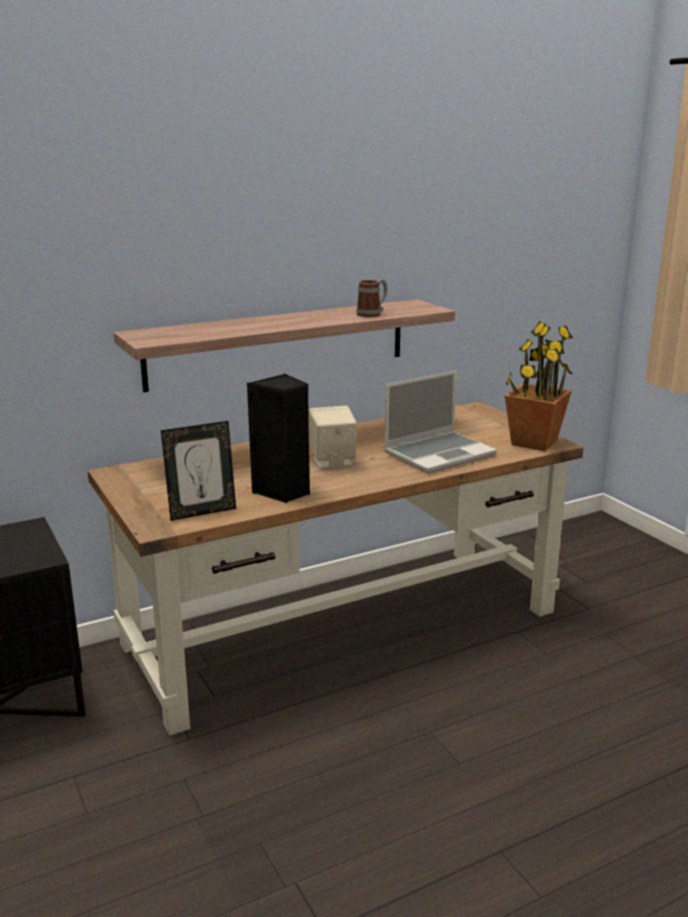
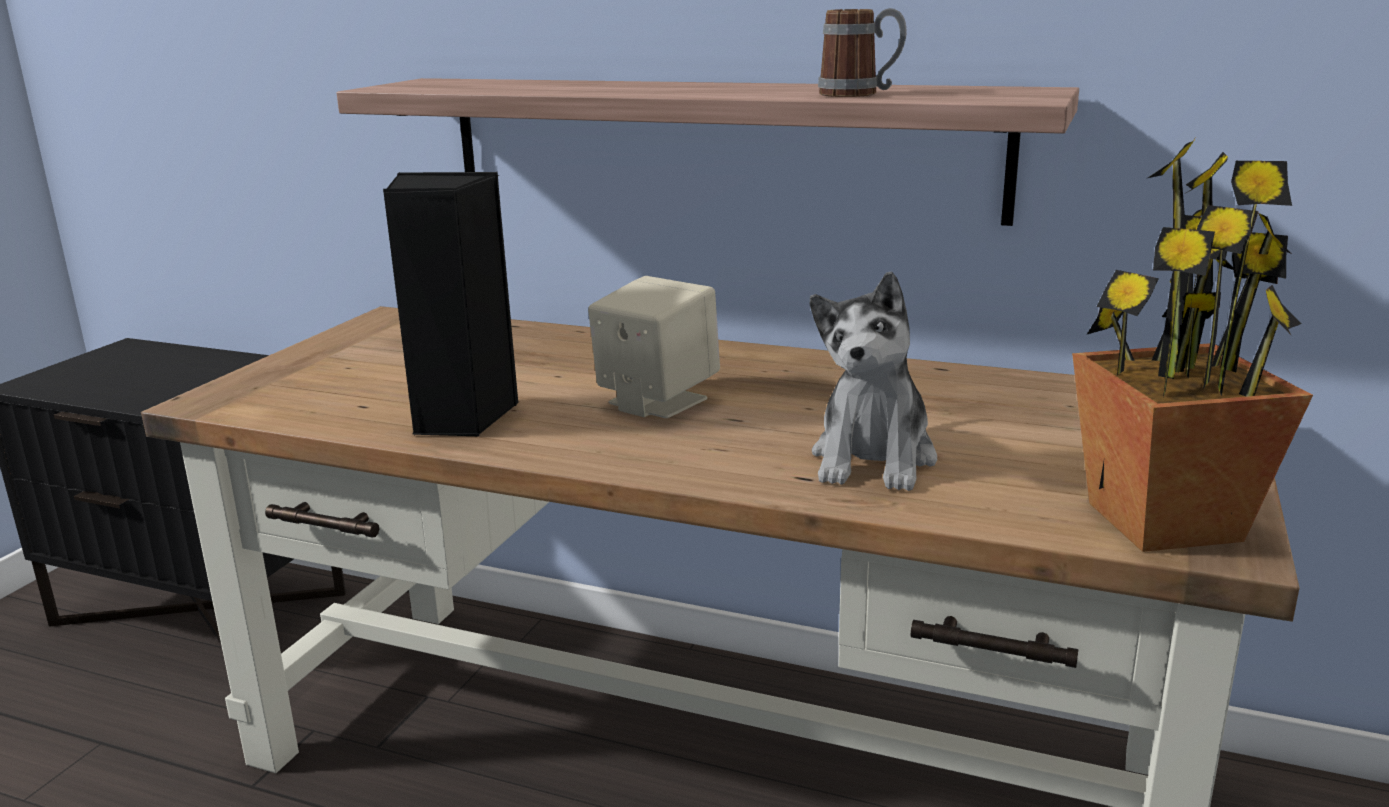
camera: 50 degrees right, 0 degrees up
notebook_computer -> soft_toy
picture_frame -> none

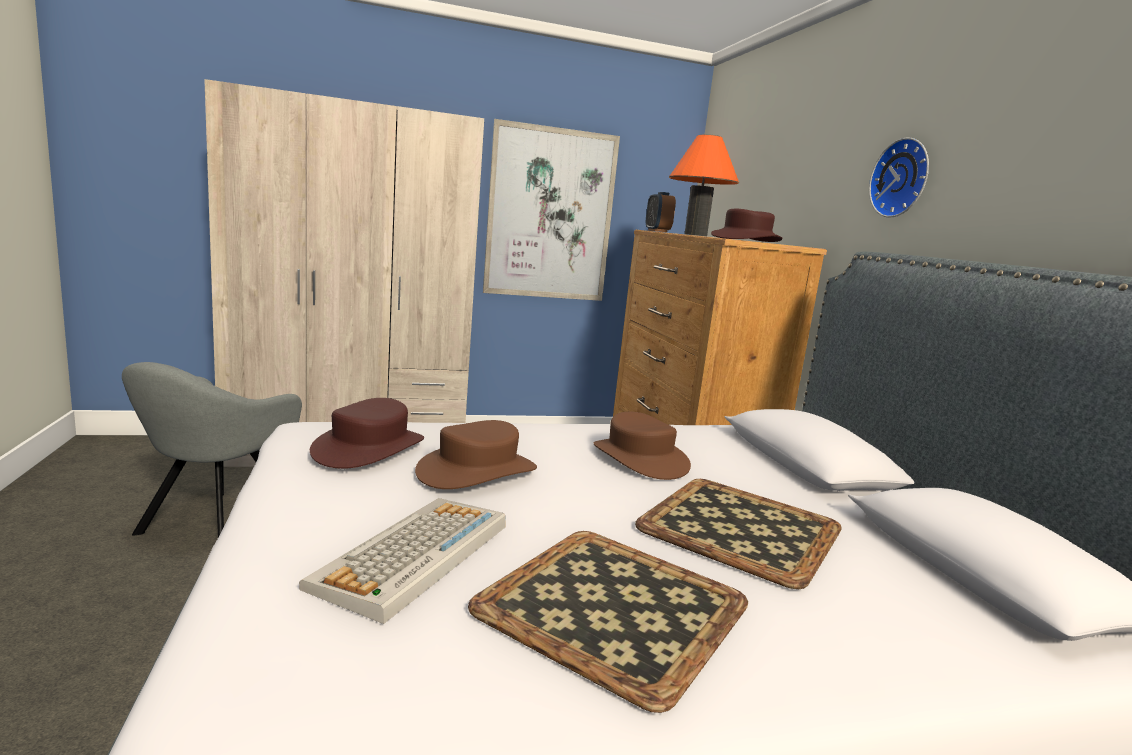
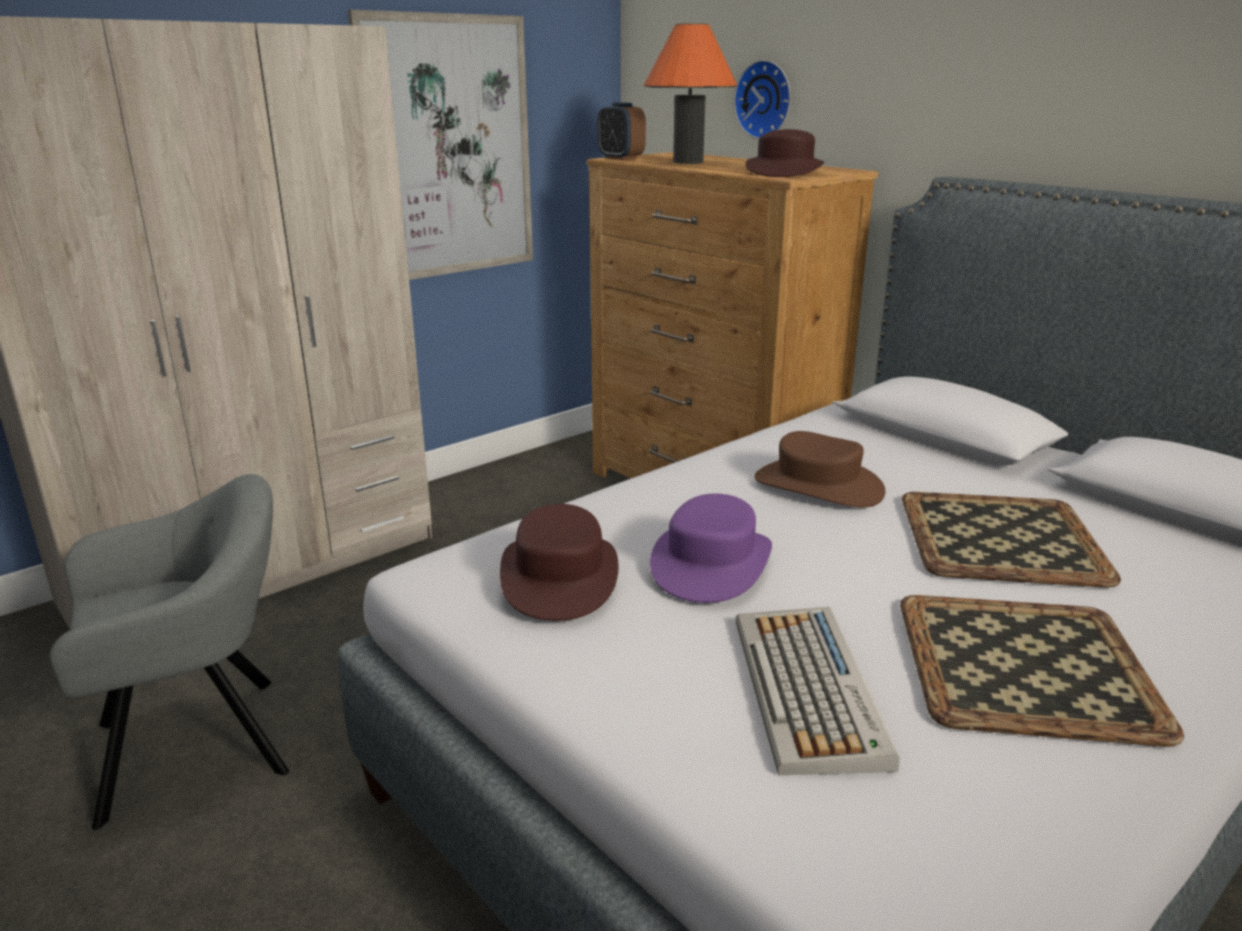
camera: 25 degrees left, 10 degrees up
gray_lounge_chair, 105 degrees counterclockwise
brown-coloured_wearable_hat (no. 2 from left) -> purple_wearable_hat
hanging_clock, shifted

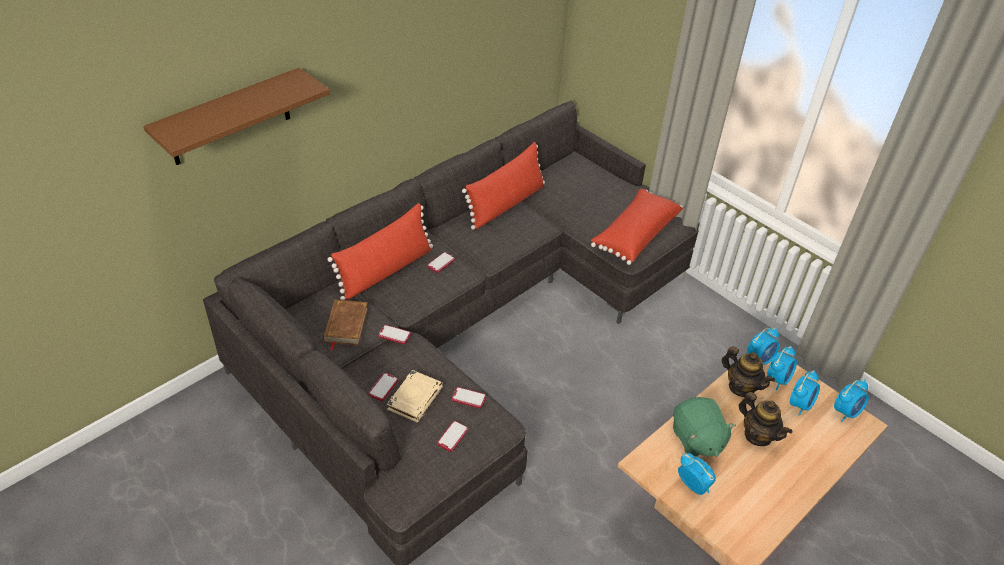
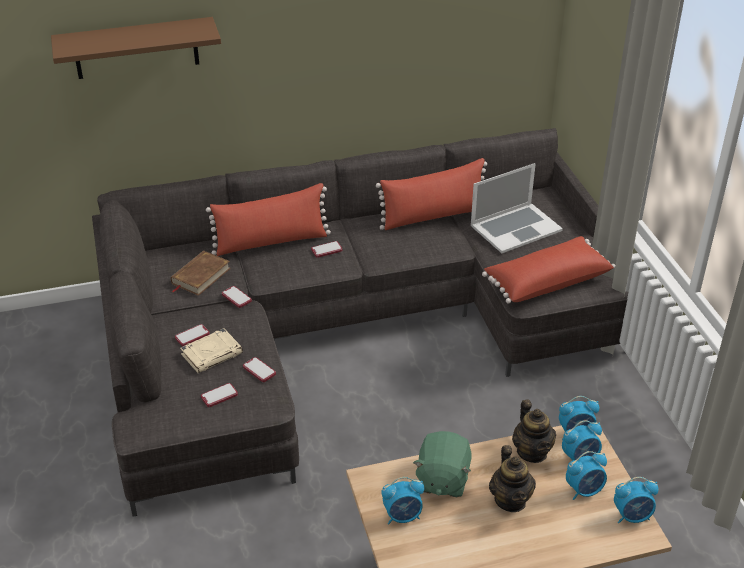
camera: 30 degrees right, 5 degrees down
bedside_clock (no. 1 from left), 90 degrees clockwise
none -> notebook_computer

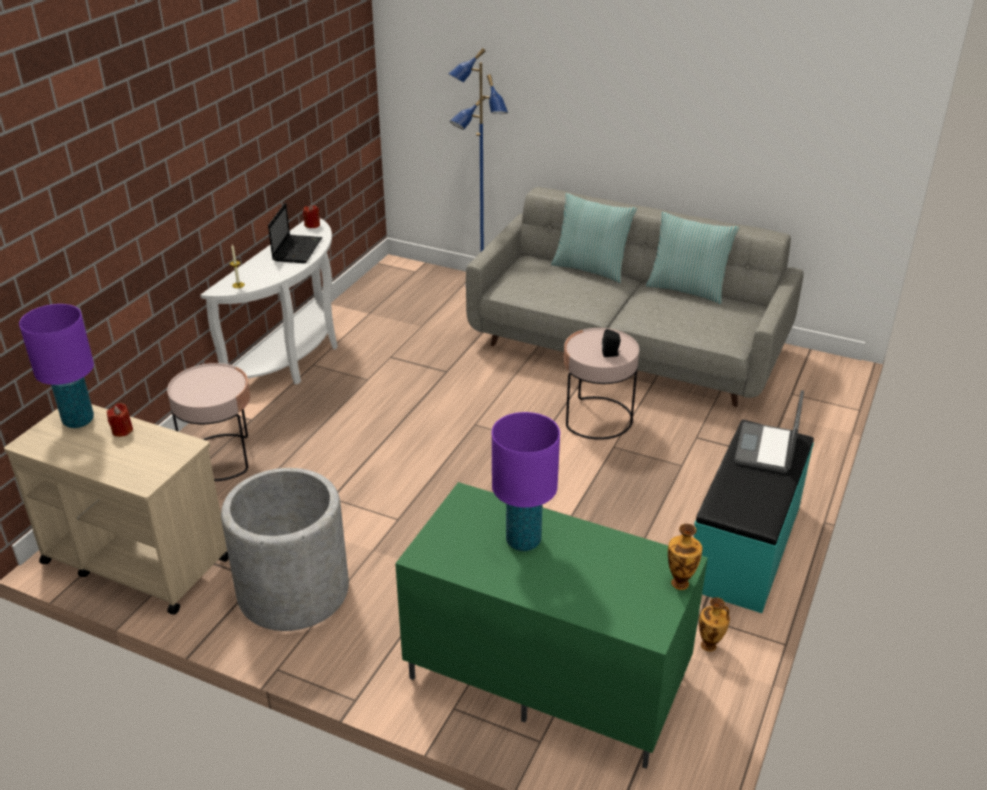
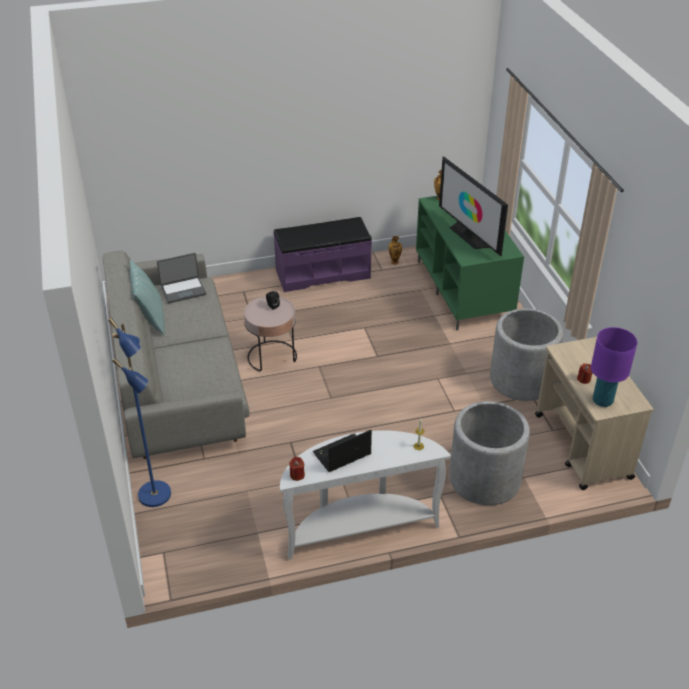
camera: 130 degrees left, 5 degrees up
notebook_computer (no. 2 from left in the first image) -> notebook_computer (no. 1 from left), shifted
turquoise-coloured_bench -> purple_bench
purple_tabletop_lamp (no. 2 from left) -> television
pink_accent_table (no. 1 from left) -> gray_planter (no. 1 from left)
cushion (no. 1 from left) -> none

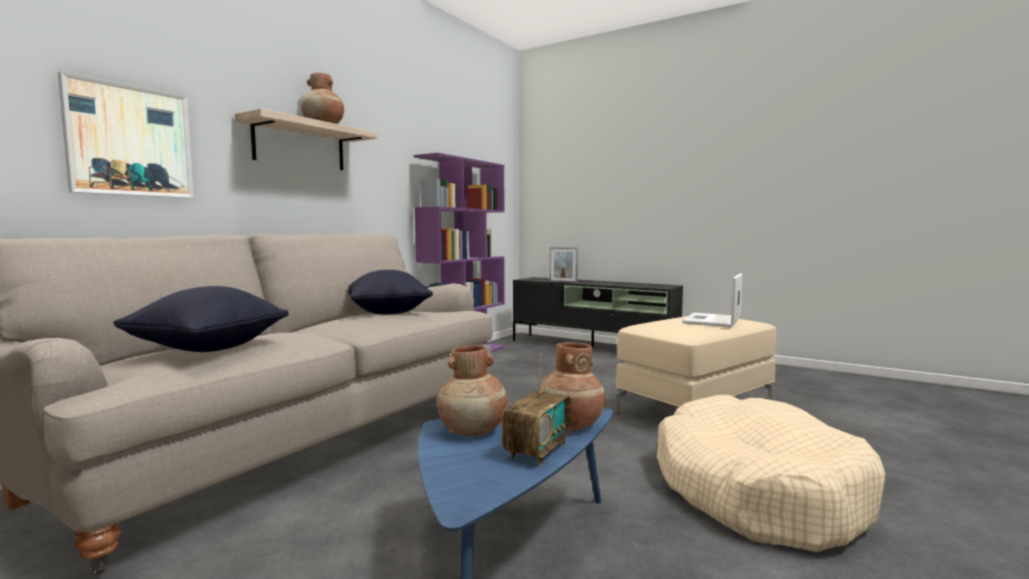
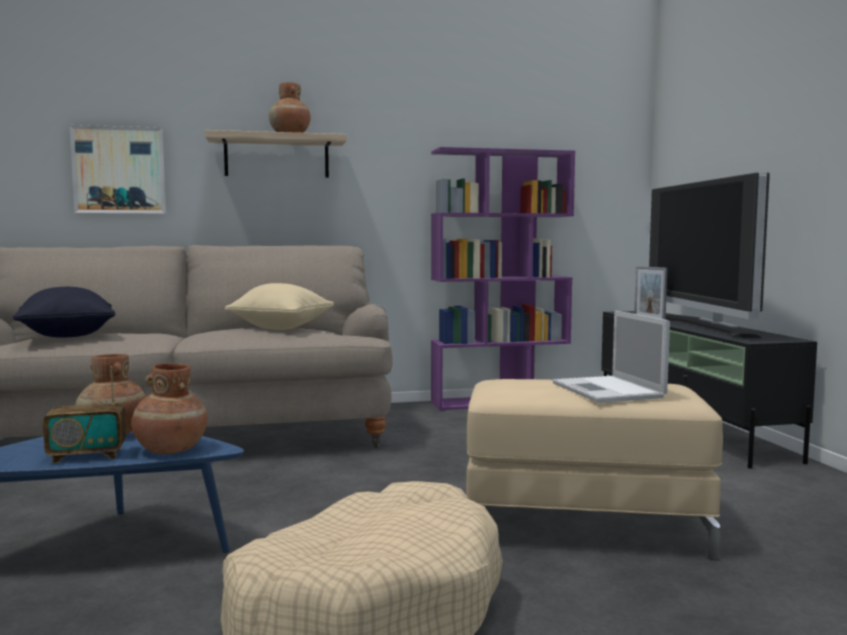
camera: 45 degrees right, 0 degrees up
black-coloured_cushion (no. 2 from left) -> sand-coloured_cushion
notebook_computer, 90 degrees counterclockwise
none -> television

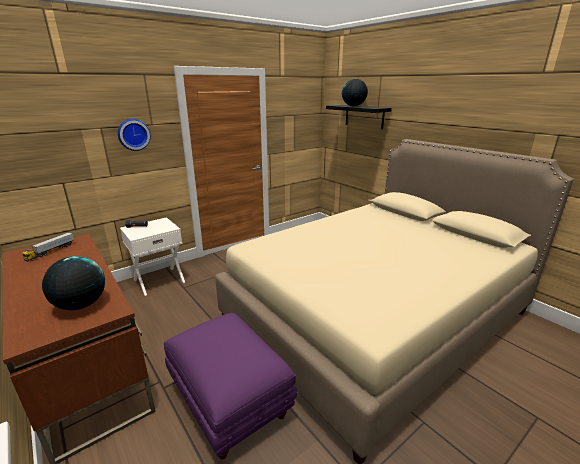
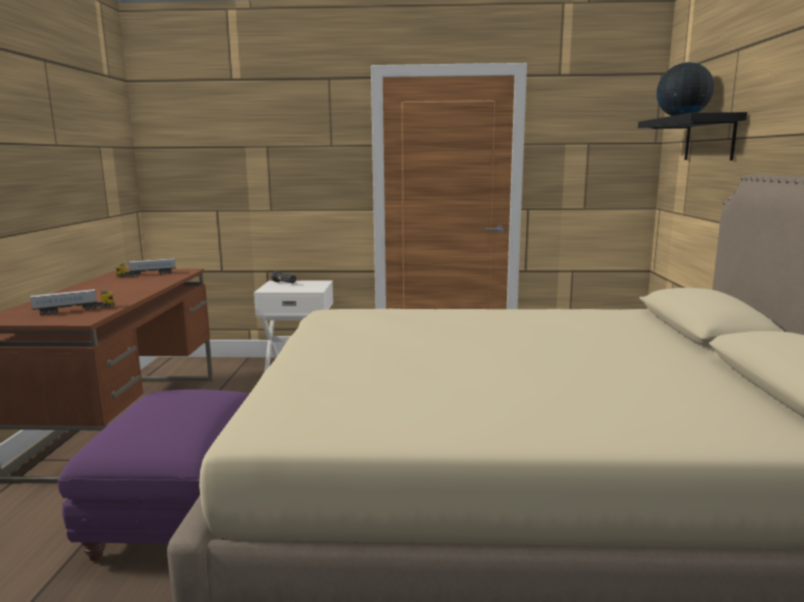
camera: 40 degrees right, 10 degrees down
world_globe (no. 1 from left) -> model_truck (no. 1 from left)
hanging_clock -> none

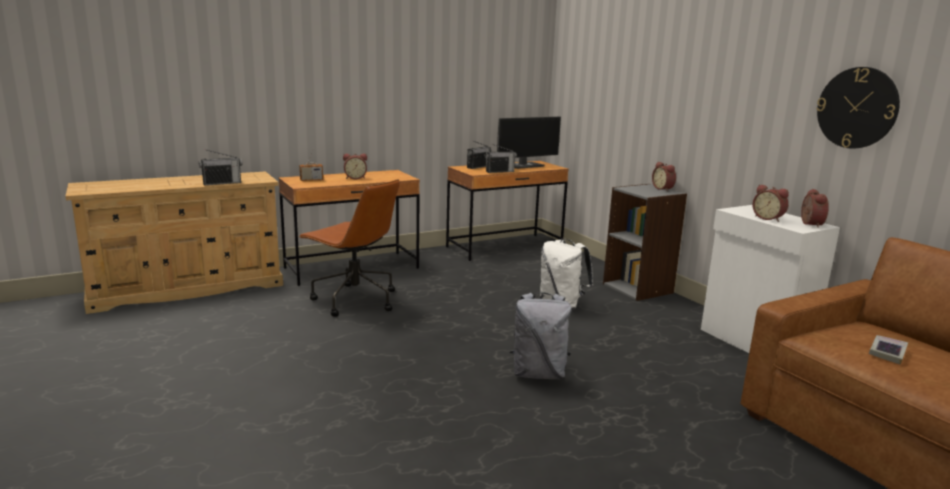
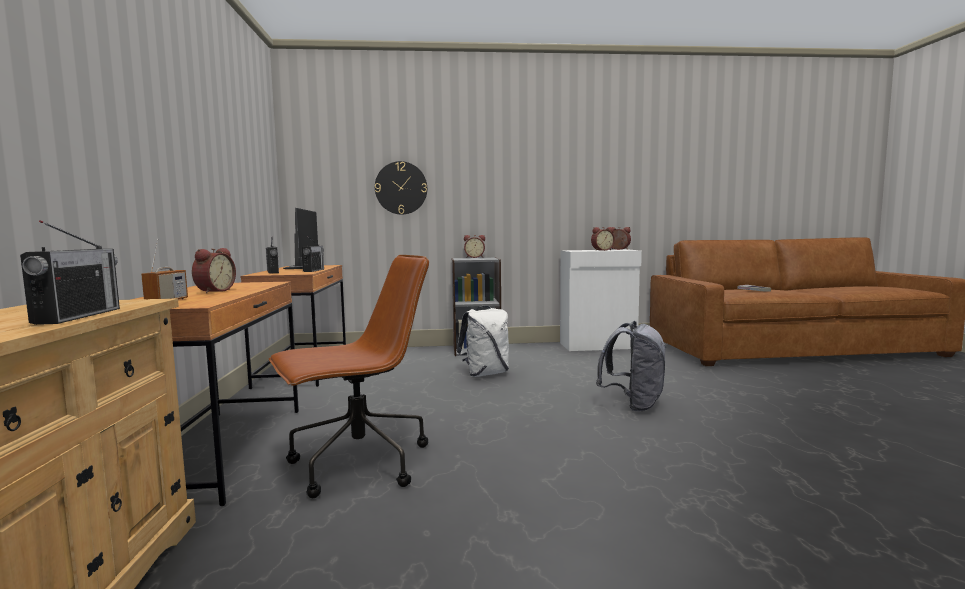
camera: 65 degrees left, 10 degrees down
hanging_clock, shifted

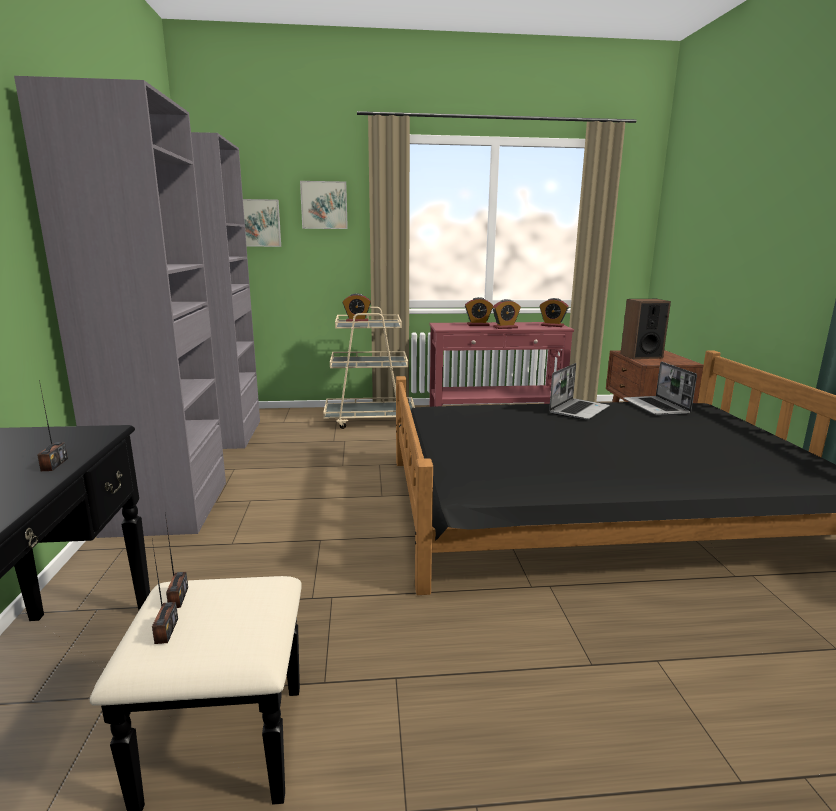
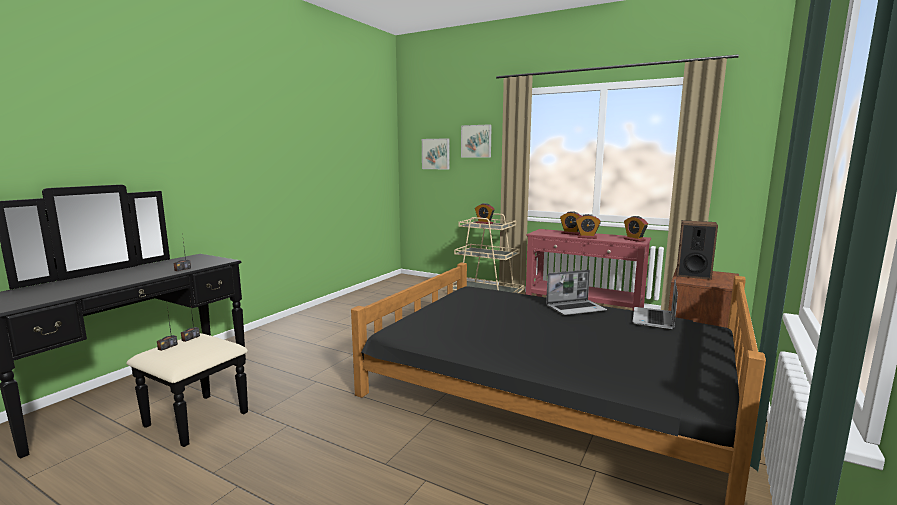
camera: 35 degrees right, 5 degrees down
gray_wardrobe -> none

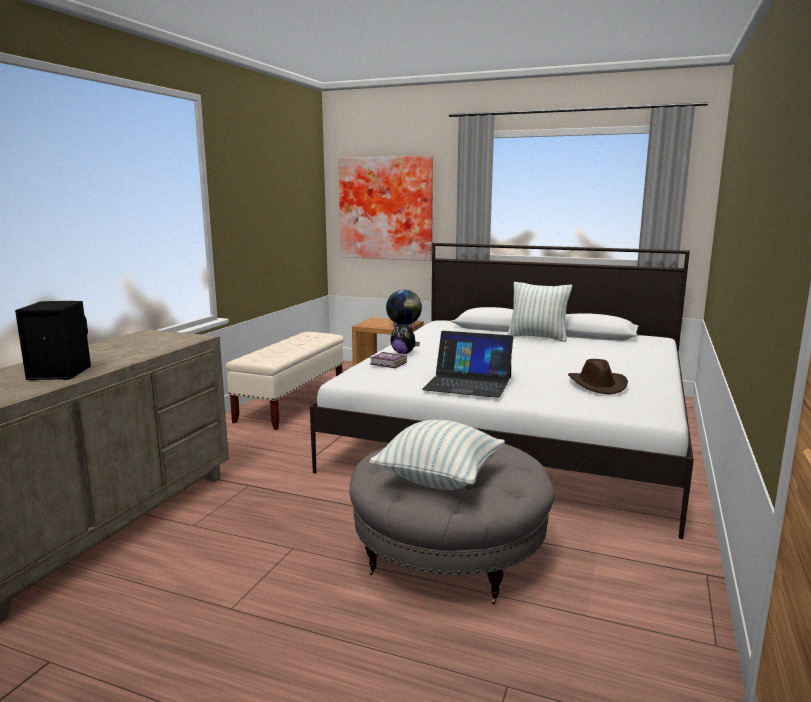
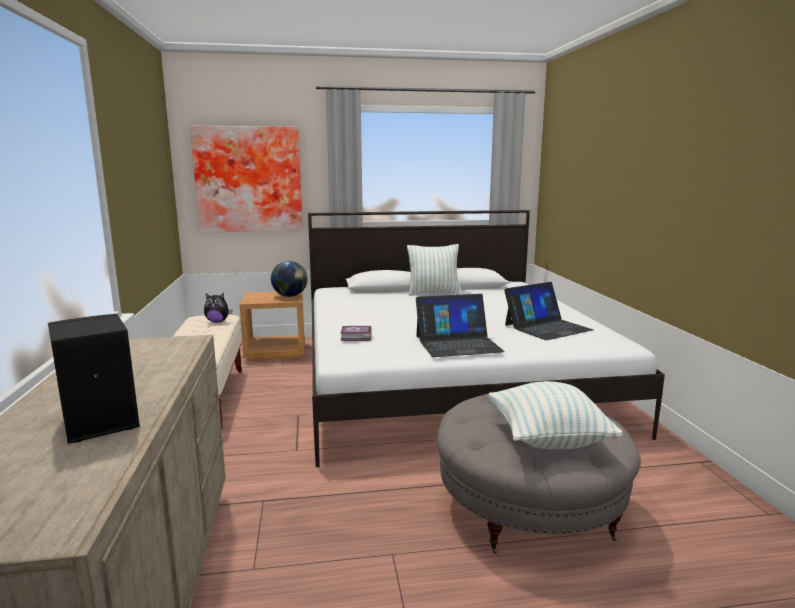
camera: 30 degrees left, 0 degrees up
soft_toy, shifted
brown-coloured_wearable_hat -> notebook_computer (no. 2 from left)

